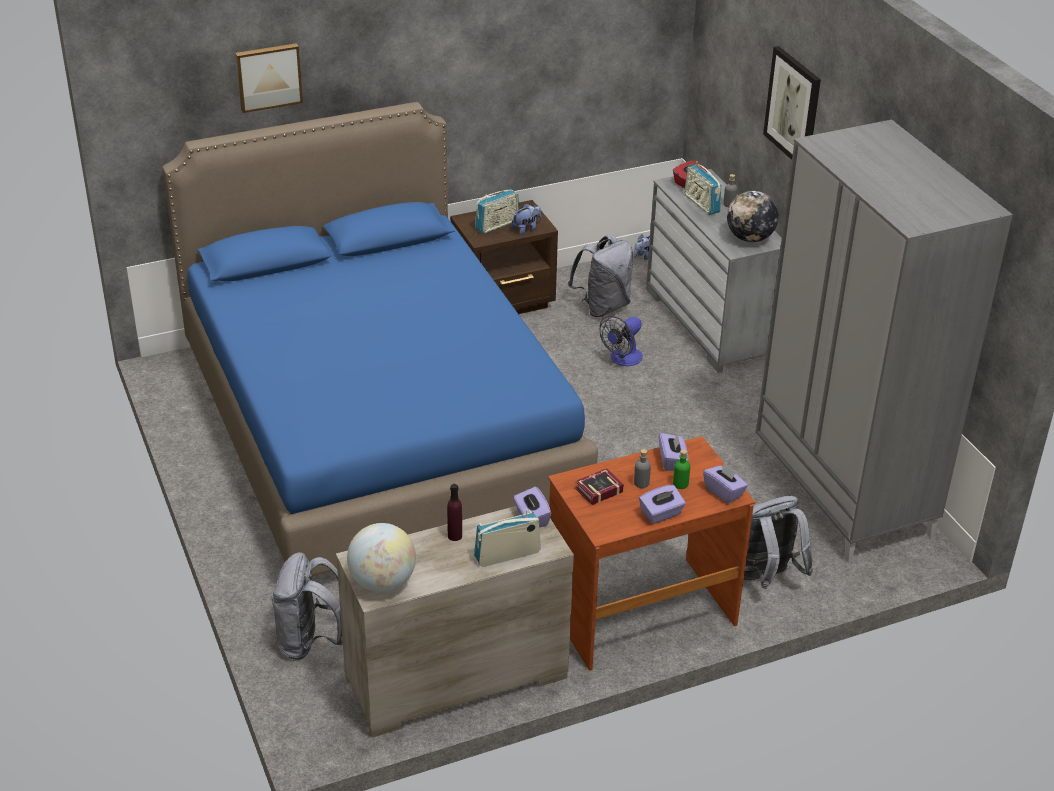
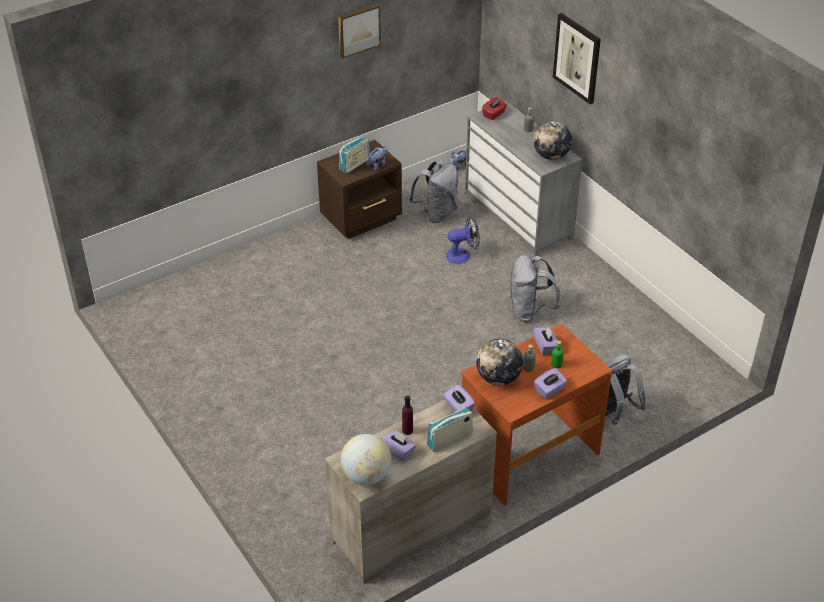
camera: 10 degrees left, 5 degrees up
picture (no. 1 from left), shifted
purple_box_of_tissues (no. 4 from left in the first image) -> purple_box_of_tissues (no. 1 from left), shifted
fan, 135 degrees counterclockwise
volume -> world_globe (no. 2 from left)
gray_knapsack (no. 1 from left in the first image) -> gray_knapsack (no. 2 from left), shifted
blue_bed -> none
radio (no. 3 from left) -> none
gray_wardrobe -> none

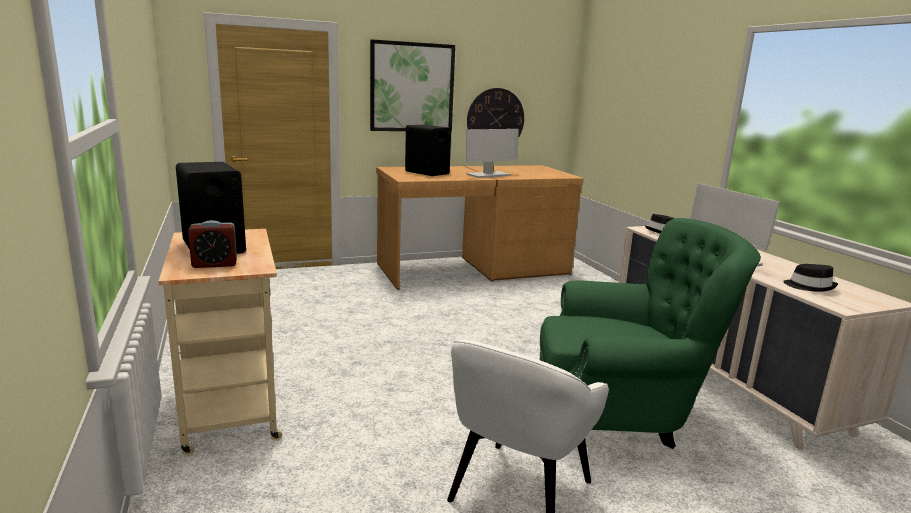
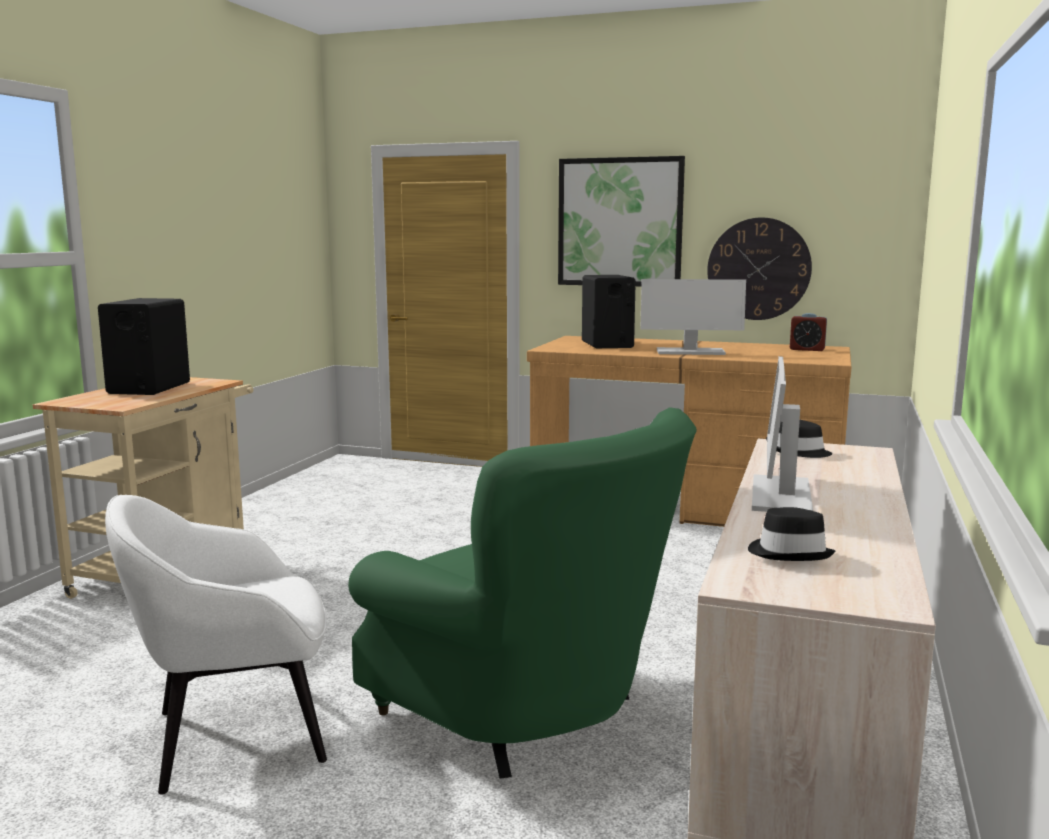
camera: 40 degrees right, 5 degrees down
bedside_clock, shifted

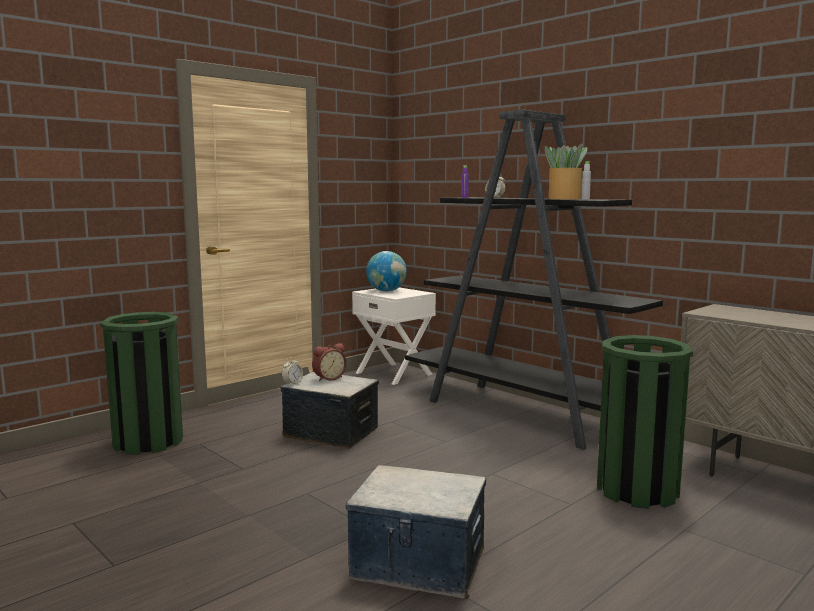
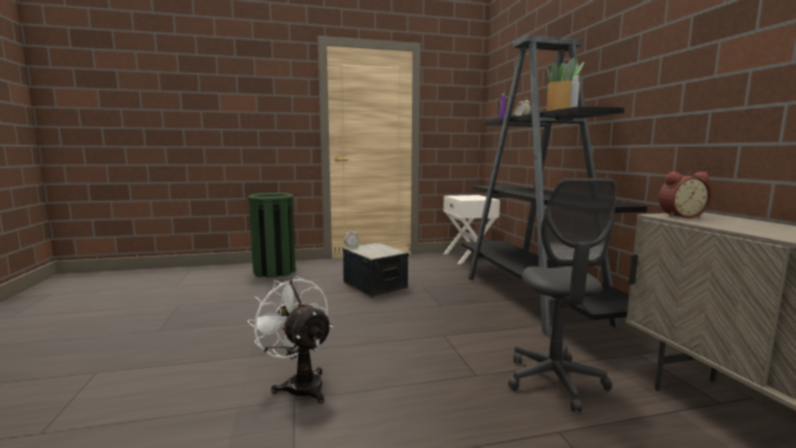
camera: 30 degrees right, 0 degrees up
storage_bin (no. 2 from left) -> whitish_fan
greenish_rubbish_bin (no. 2 from left) -> gray_desk_chair
bedside_clock (no. 2 from left in the first image) -> bedside_clock (no. 3 from left), shifted
world_globe -> none

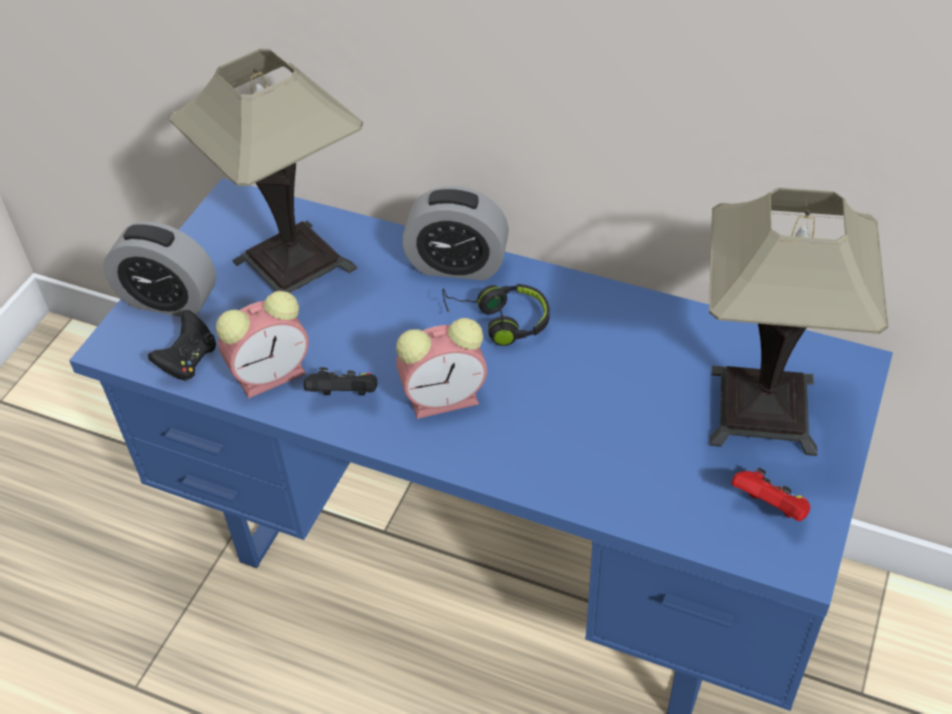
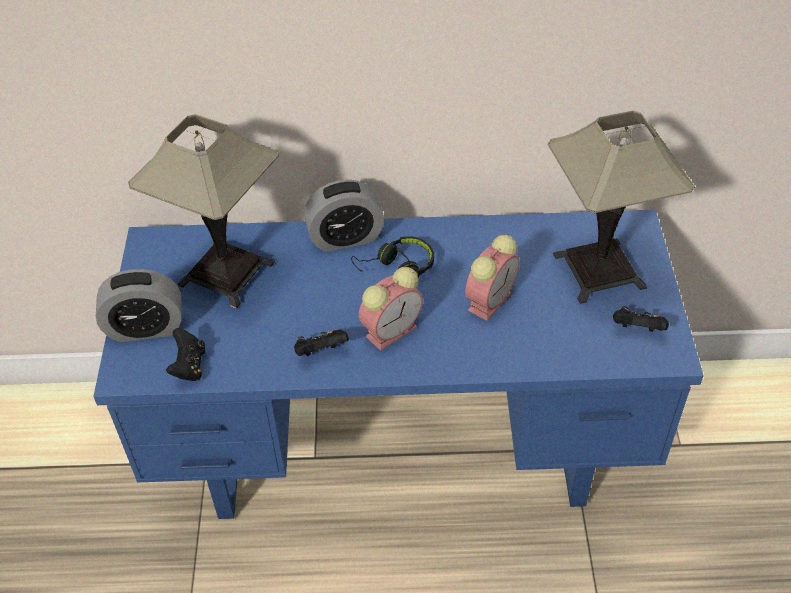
camera: 25 degrees left, 0 degrees up
bedside_clock (no. 2 from left in the first image) -> bedside_clock (no. 4 from left), shifted
reddish_gamepad -> black-coloured_gamepad (no. 3 from left)

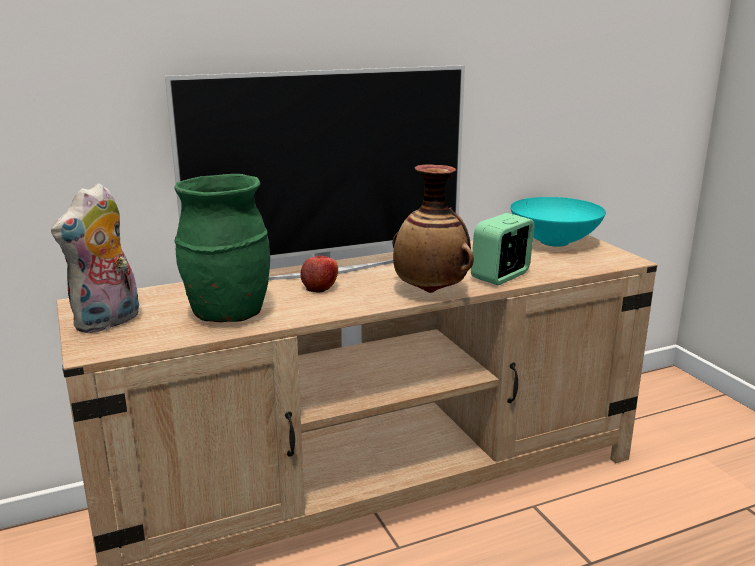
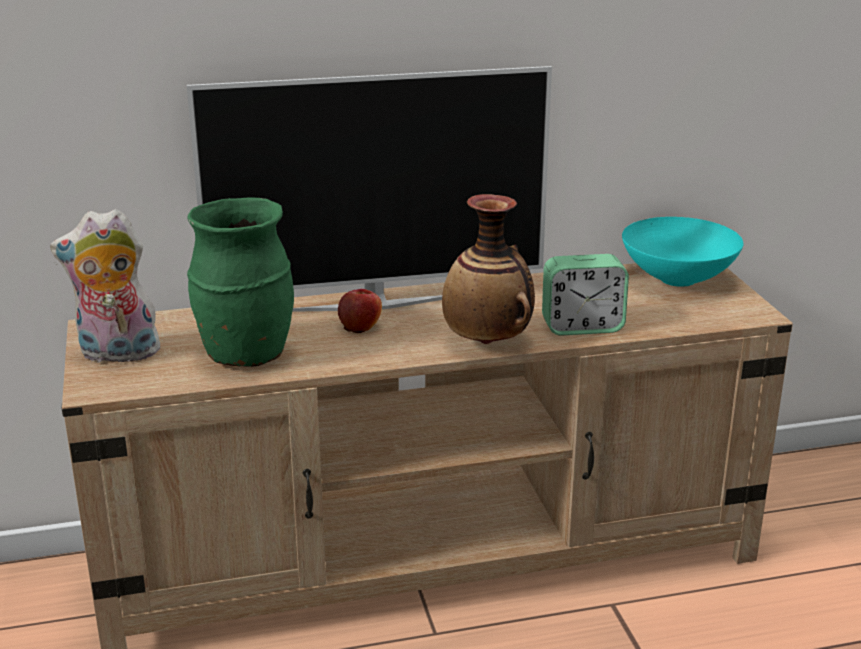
camera: 10 degrees right, 5 degrees up
soft_toy, 45 degrees clockwise
bedside_clock, 150 degrees counterclockwise

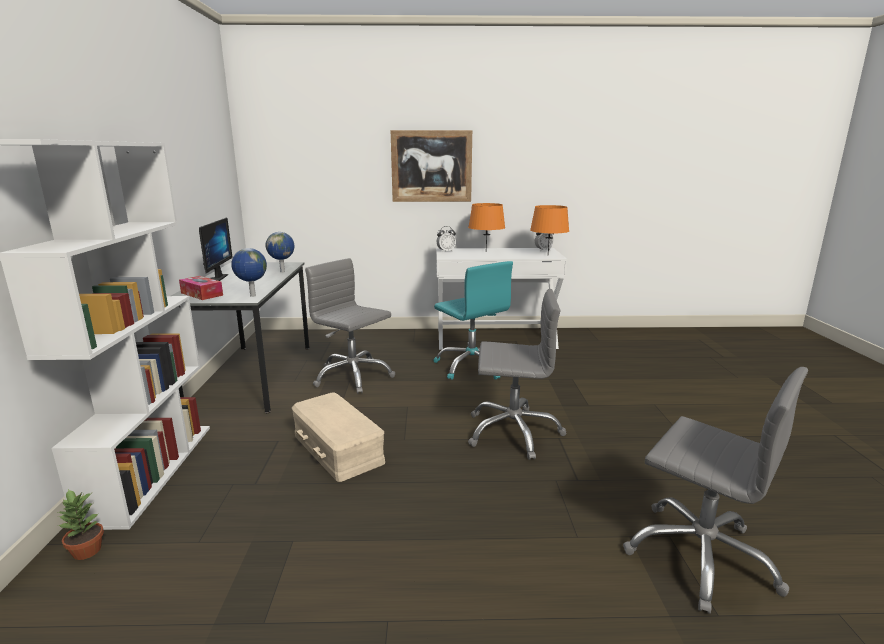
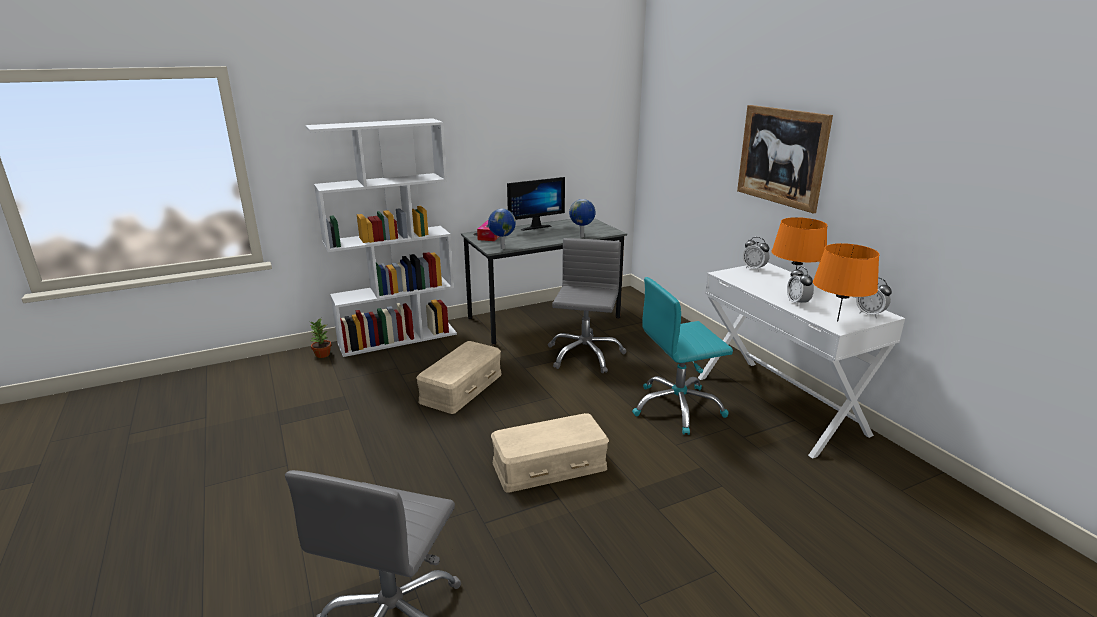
camera: 65 degrees right, 5 degrees up
gray_desk_chair (no. 2 from left) -> sand-coloured_storage_bin (no. 2 from left)
turquoise-coloured_desk_chair, 45 degrees clockwise
none -> bedside_clock (no. 2 from left)

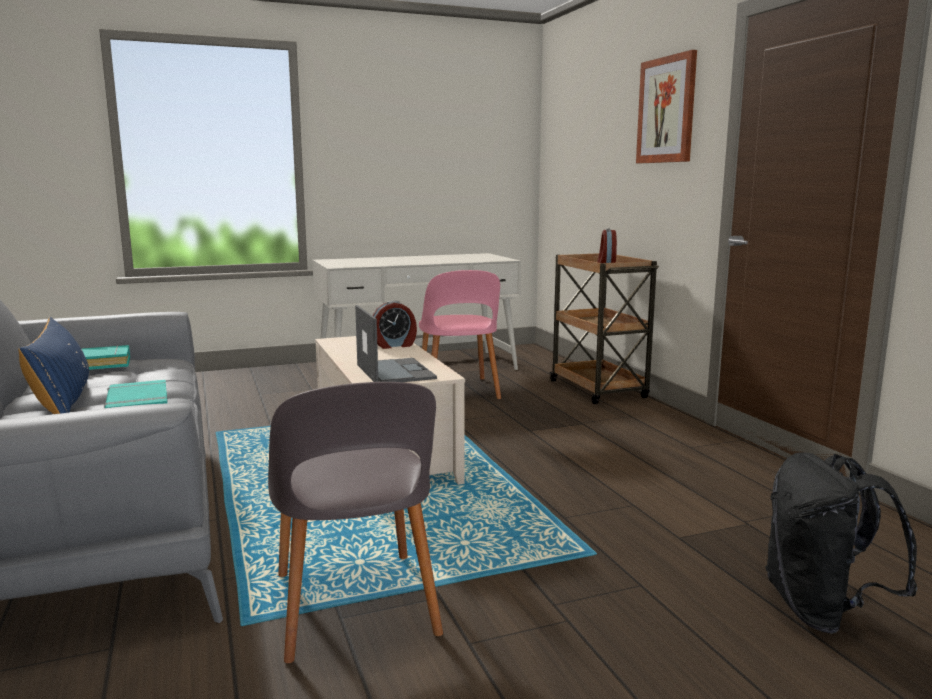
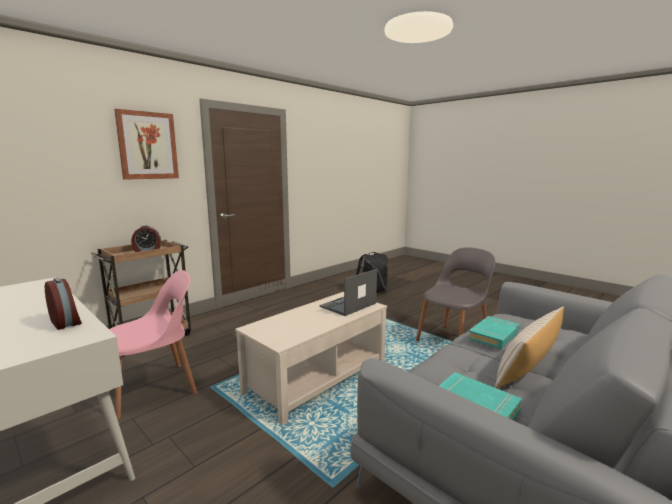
camera: 115 degrees left, 0 degrees up
bedside_clock (no. 1 from left), shifted
blue_cushion -> sand-coloured_cushion

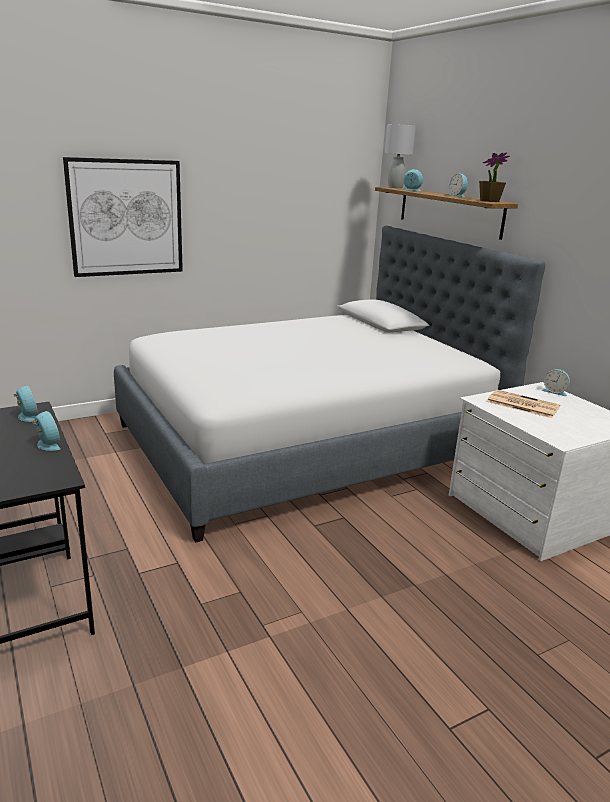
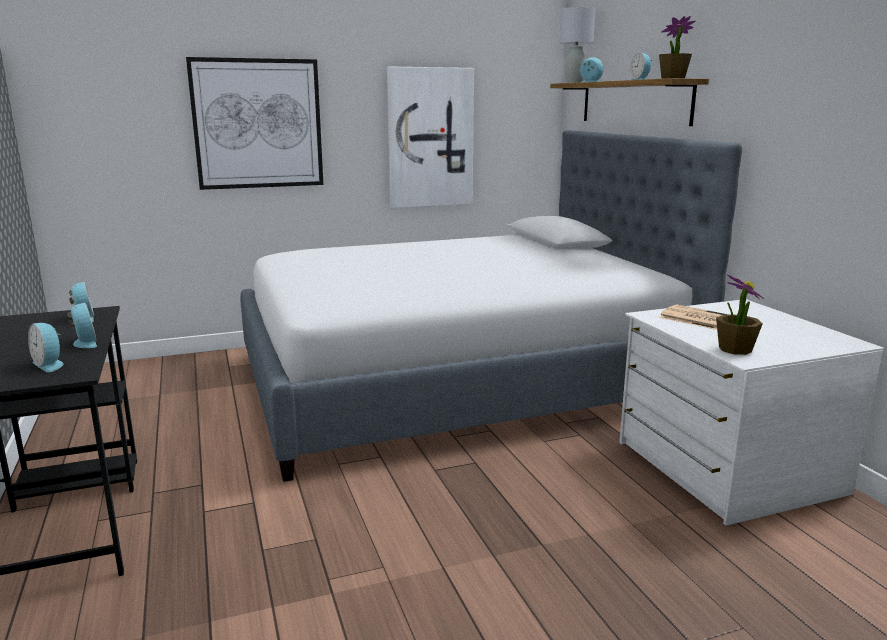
camera: 10 degrees right, 5 degrees down
bedside_clock (no. 5 from left in the first image) -> bedside_clock (no. 1 from left), shifted
none -> picture (no. 2 from left)
none -> houseplant (no. 2 from left)

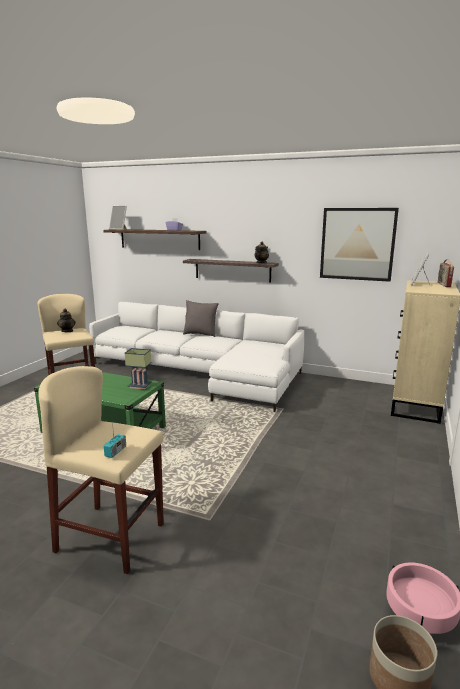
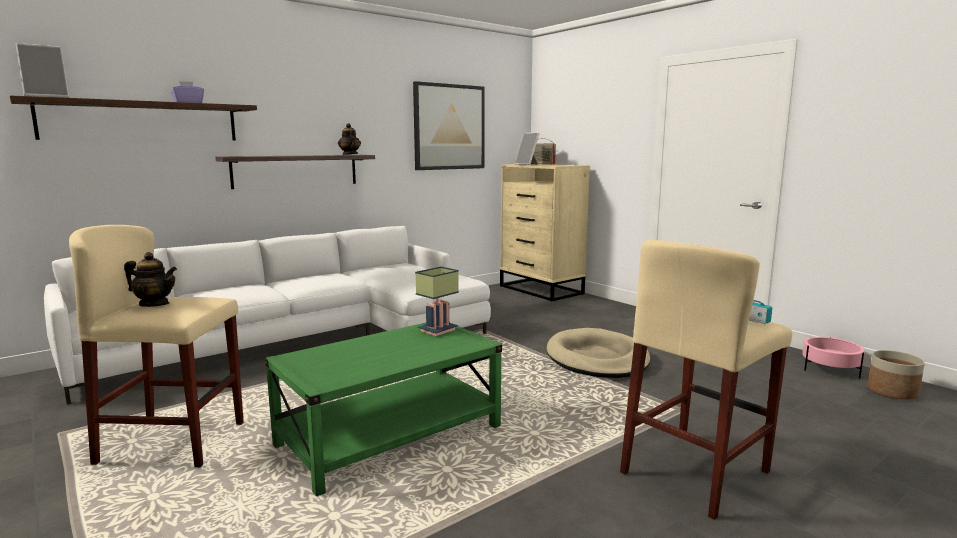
camera: 60 degrees left, 5 degrees down
none -> sand-coloured_dog_bed
gray_cushion -> none

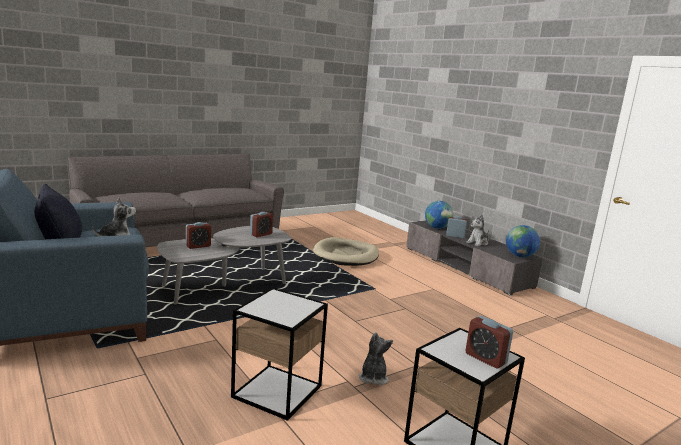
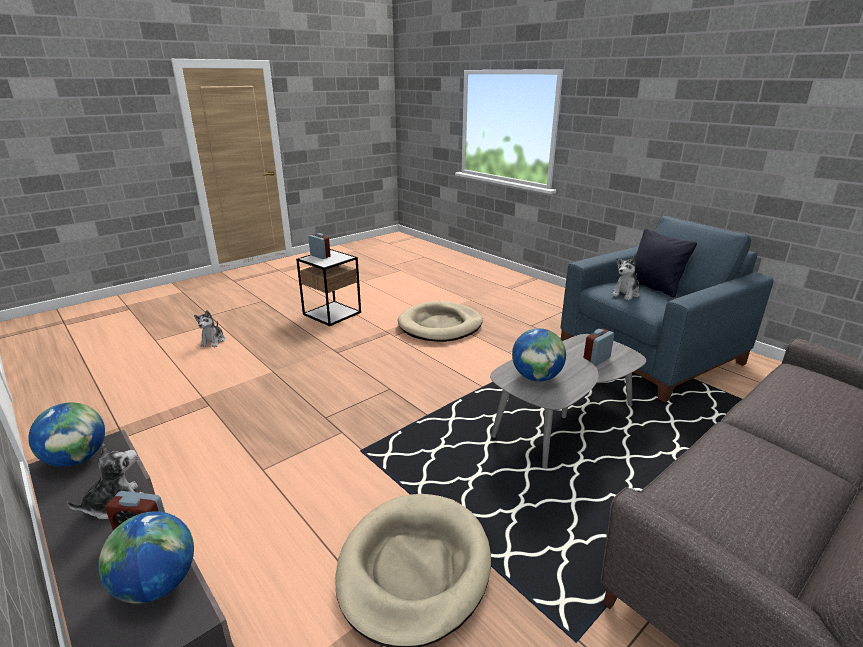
camera: 175 degrees right, 10 degrees up
soft_toy (no. 2 from left), shifted
accent_table (no. 1 from left) -> sand-coloured_dog_bed (no. 2 from left)
bedside_clock (no. 2 from left) -> world_globe (no. 3 from left)

